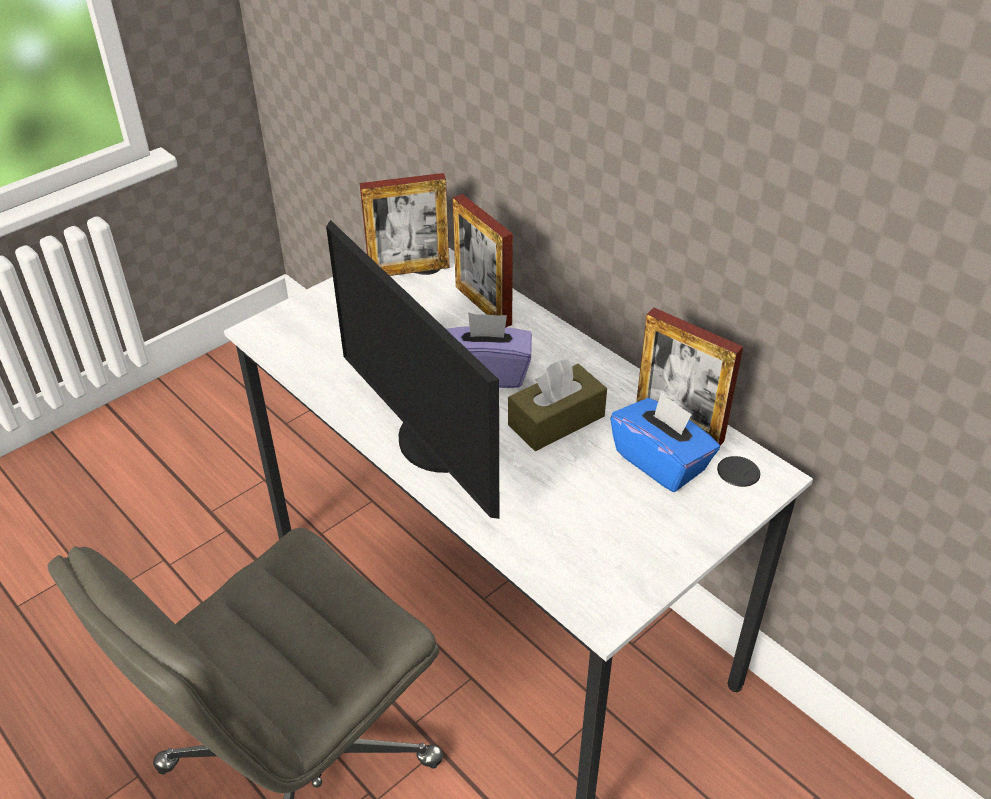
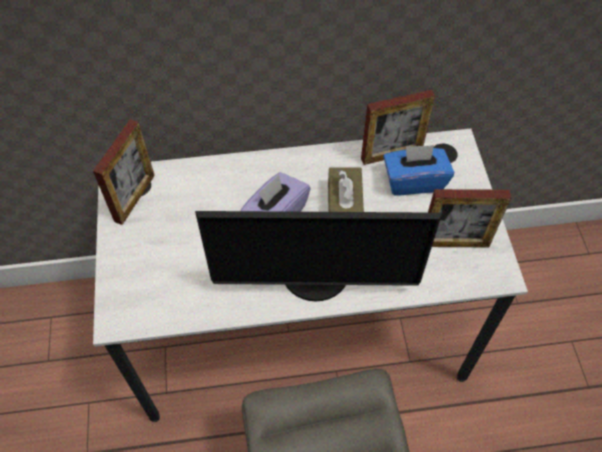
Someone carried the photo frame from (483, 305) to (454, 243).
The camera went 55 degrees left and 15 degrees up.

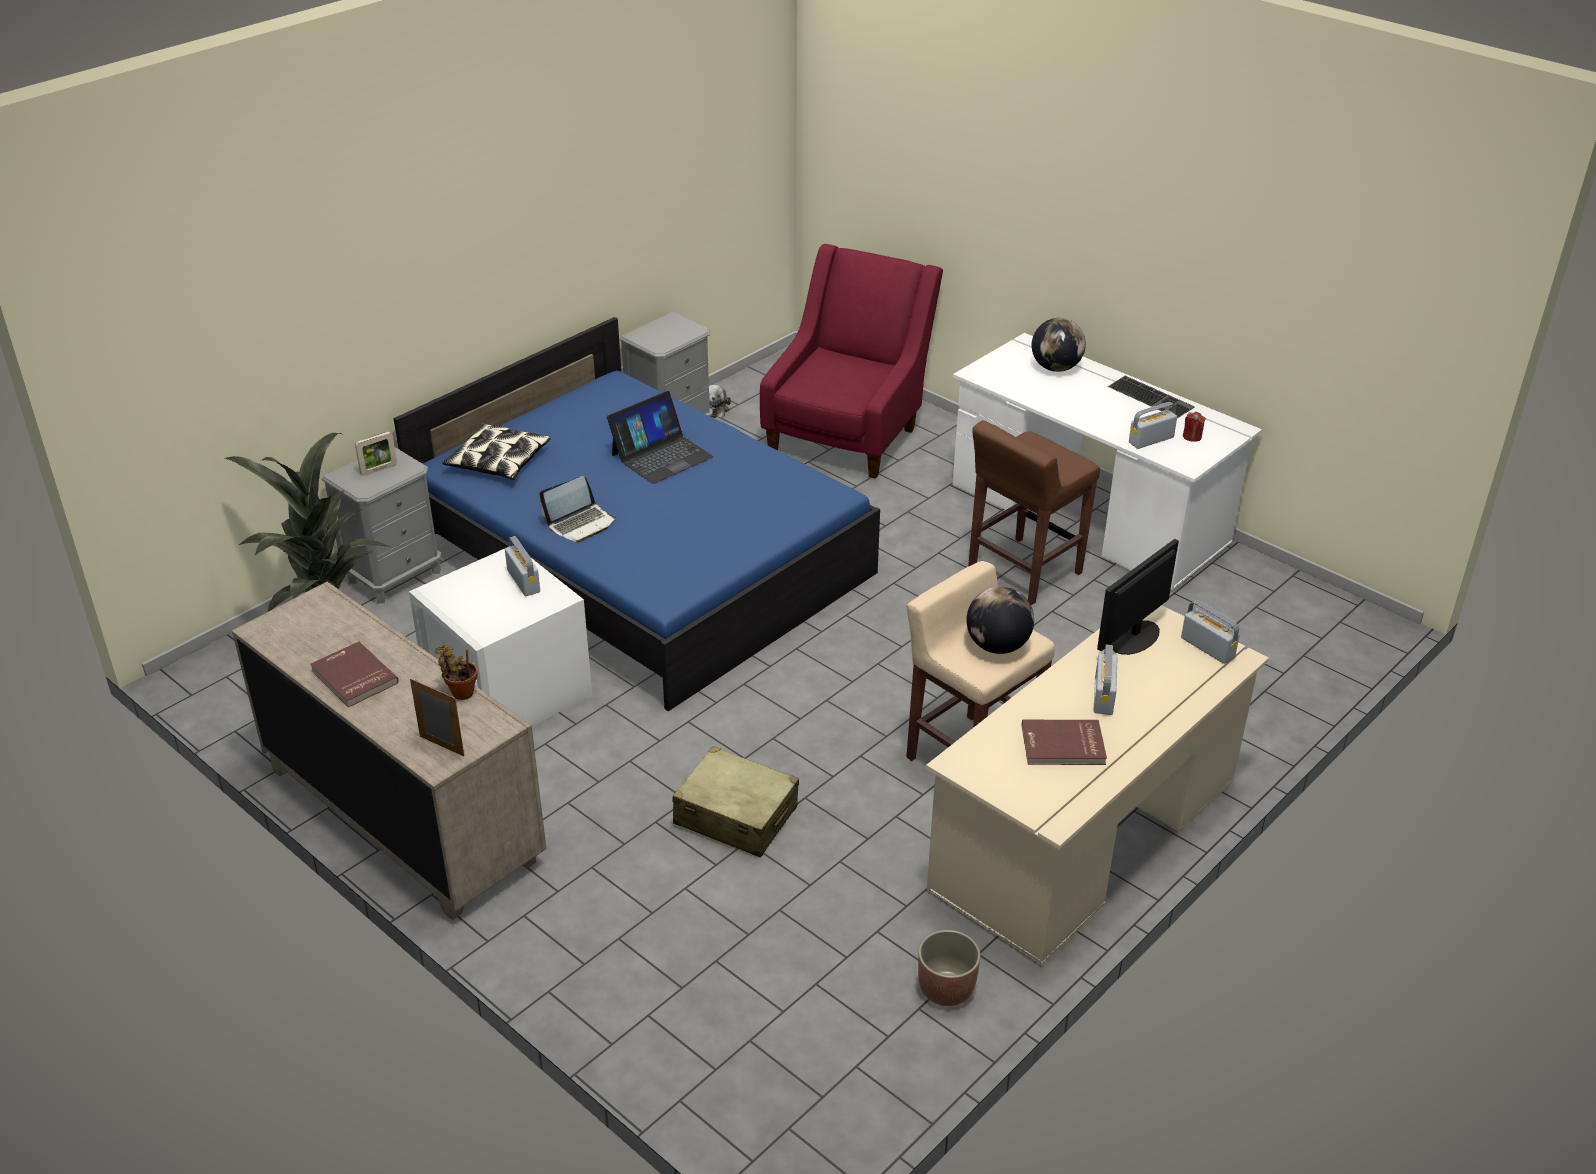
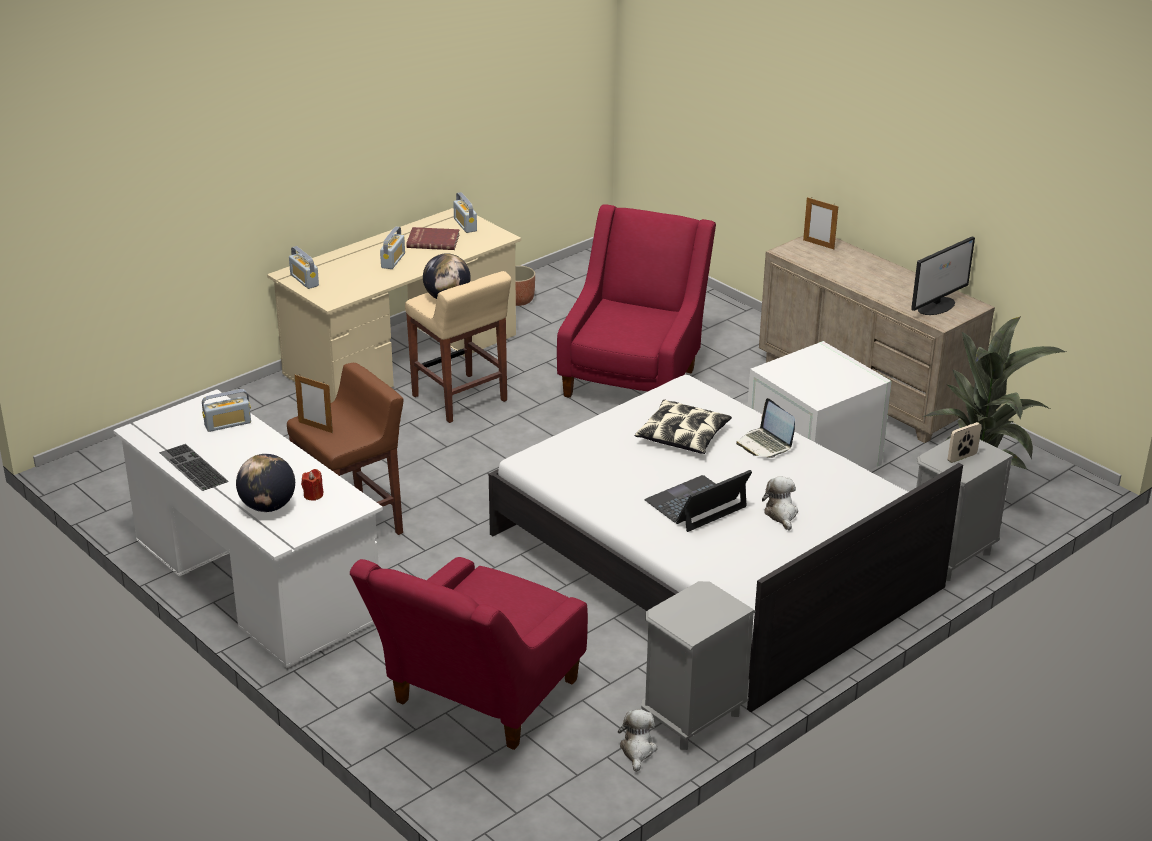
Someone took away the bound book (red) at (353, 677).
Someone repainted the bed (blue-coloured) at (642, 558), which became the bed (white-coloured) at (714, 560).
Someone took away the potted plant at (460, 692).
Someone carried the cushion from (498, 461) to (683, 436).
Someone carried the radio set from (523, 581) to (465, 225).
Someone rotated the laptop at (581, 524) by 90 degrees counterclockwise.
Someone swapped the suitcase (sand-coloured) at (735, 816) for the easy chair (red) at (634, 377).
Someone carried the computer screen from (1134, 638) to (937, 306).
Someone carried the wax candle (red) from (1192, 436) to (313, 495).
Someone put down the photo frame at (315, 427).
Someone put down the cuddly toy at (781, 514).
The camera went 175 degrees left and 5 degrees down.

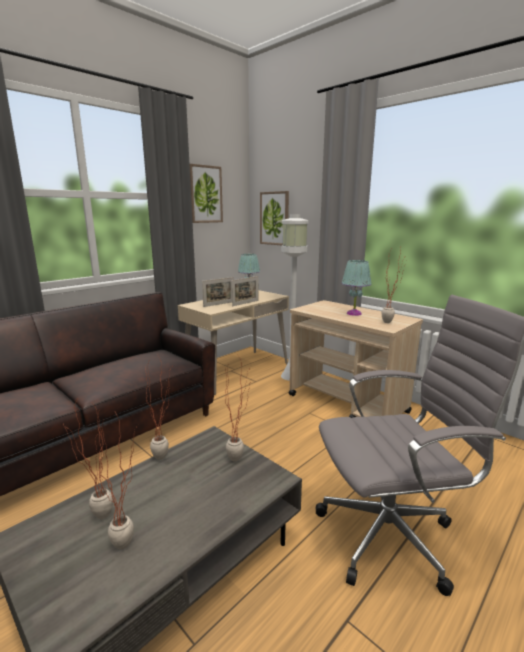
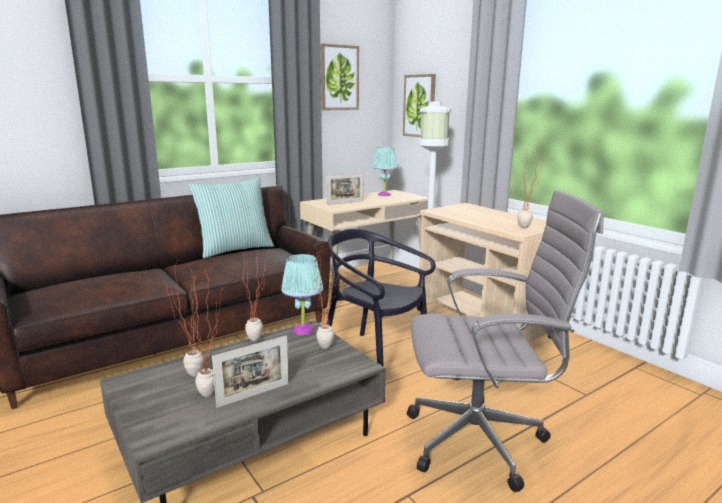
Someone carried the photo frame from (245, 303) to (254, 395).
Someone carried the table lamp (turquoise) from (354, 313) to (303, 330).
Someone put down the cushion at (235, 249).
Someone put down the upright chair (black-coloured) at (375, 358).
The camera went 10 degrees right and 0 degrees up.

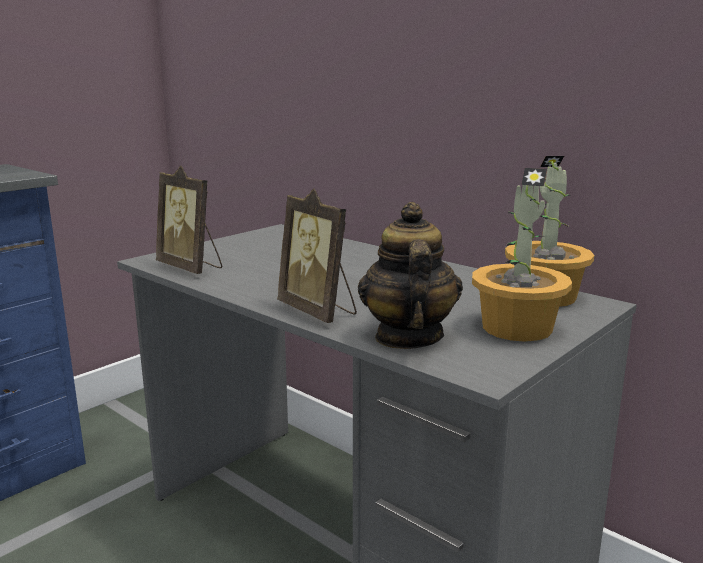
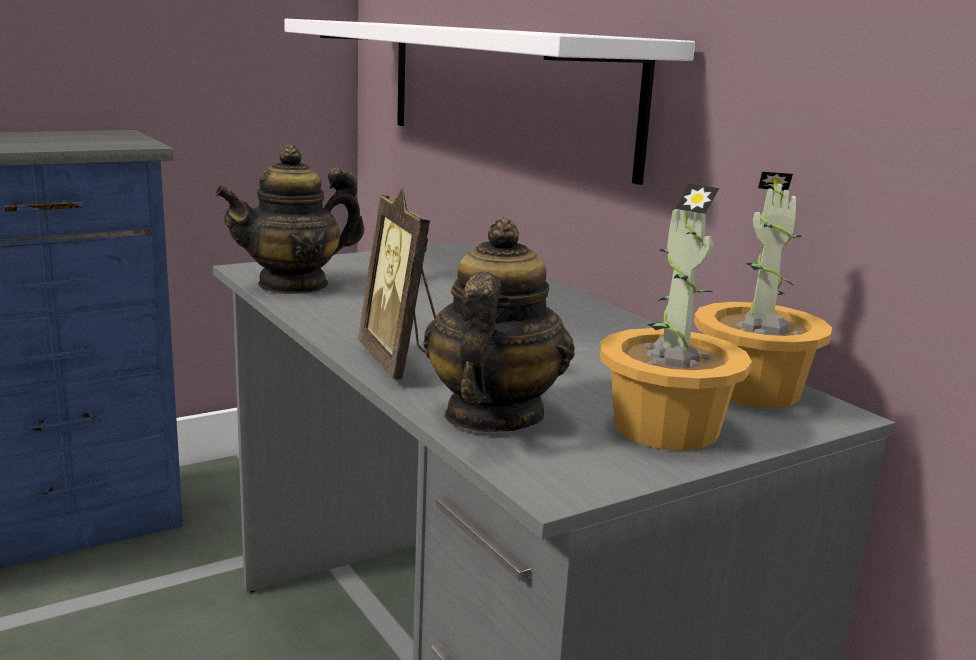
Someone swapped the photo frame at (191, 267) for the pot for tea at (294, 285).
Someone put up the bracket shelf (white-coloured) at (502, 90).
The camera went 15 degrees right and 0 degrees up.

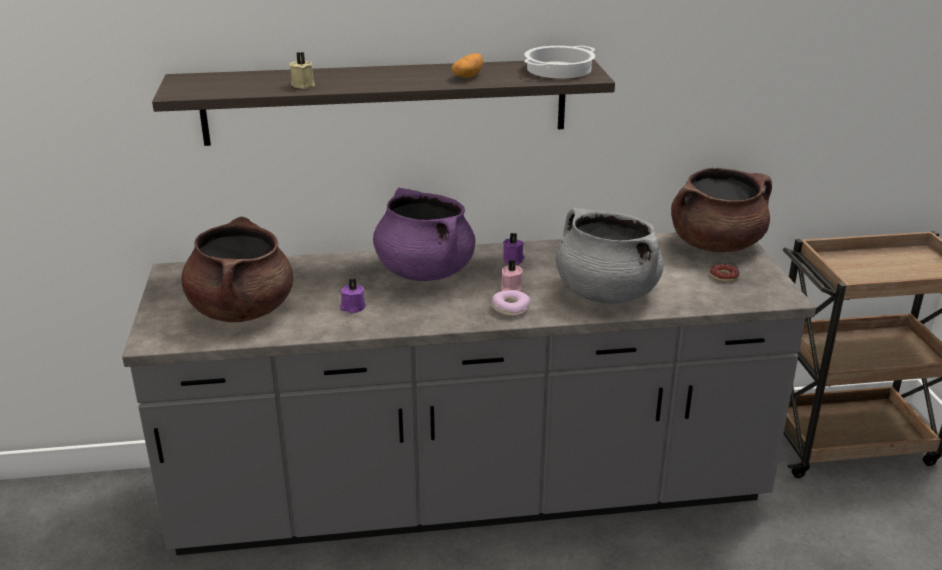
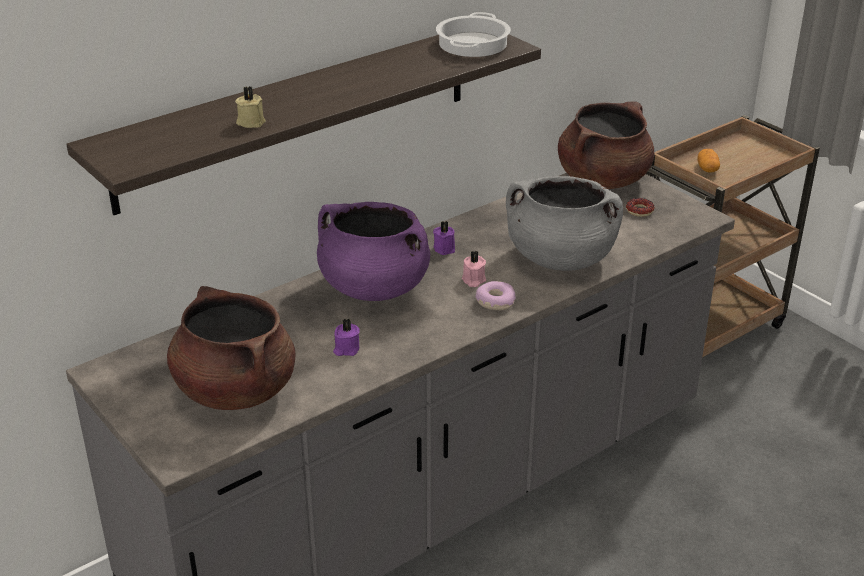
Someone carried the potato from (468, 76) to (707, 169).
The camera went 30 degrees left and 5 degrees up.

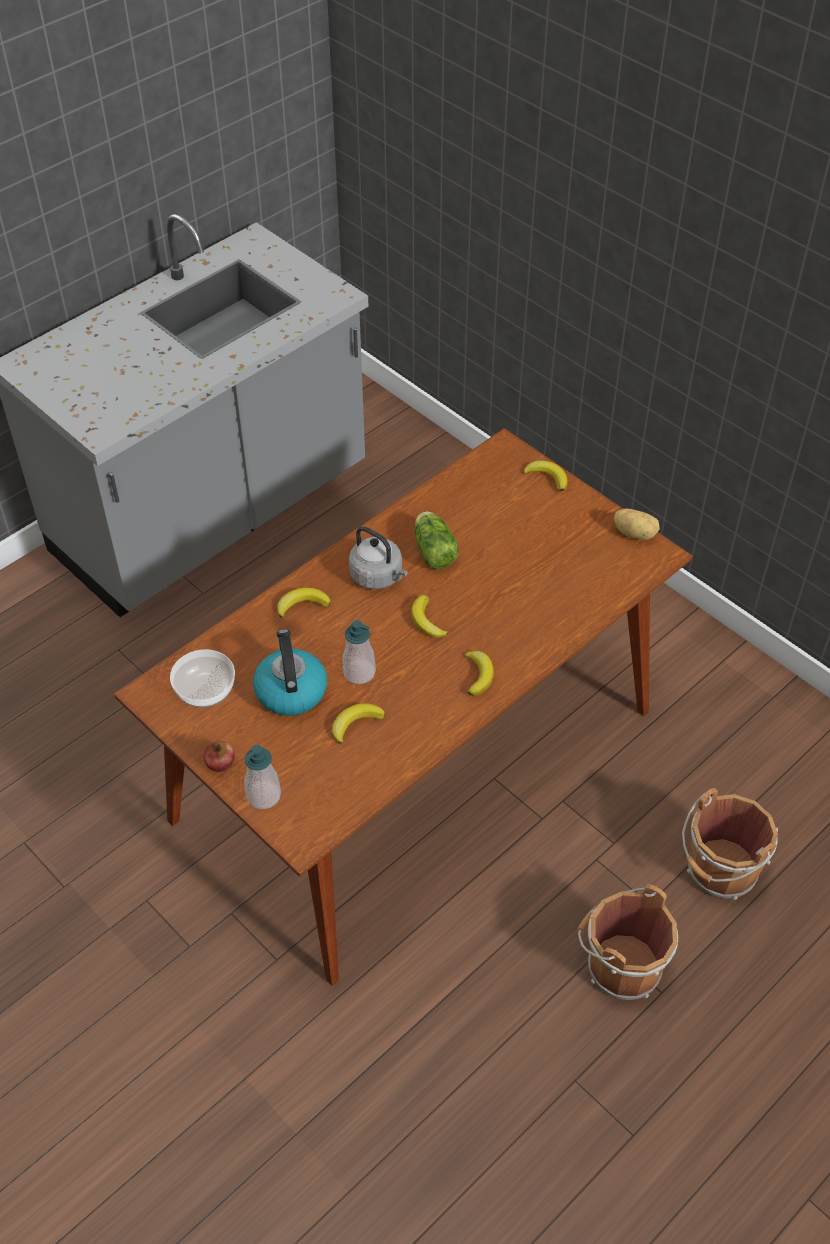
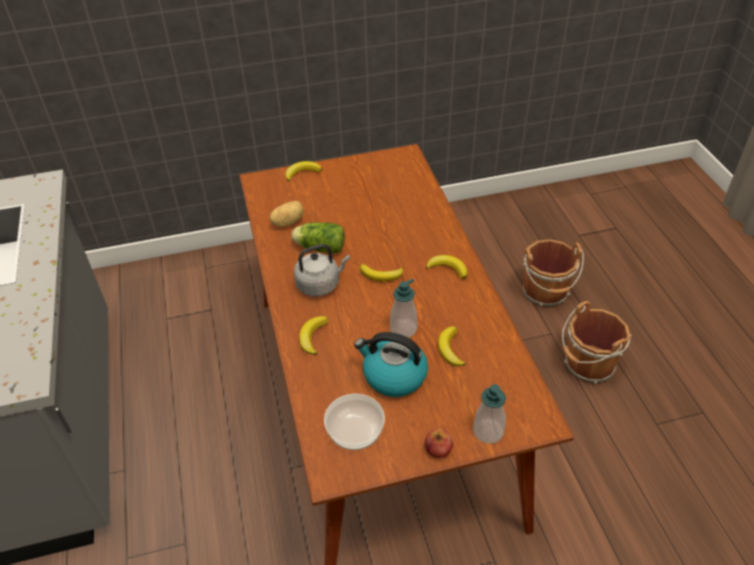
Someone carried the potato from (635, 533) to (287, 222).
The camera went 60 degrees left and 5 degrees down.

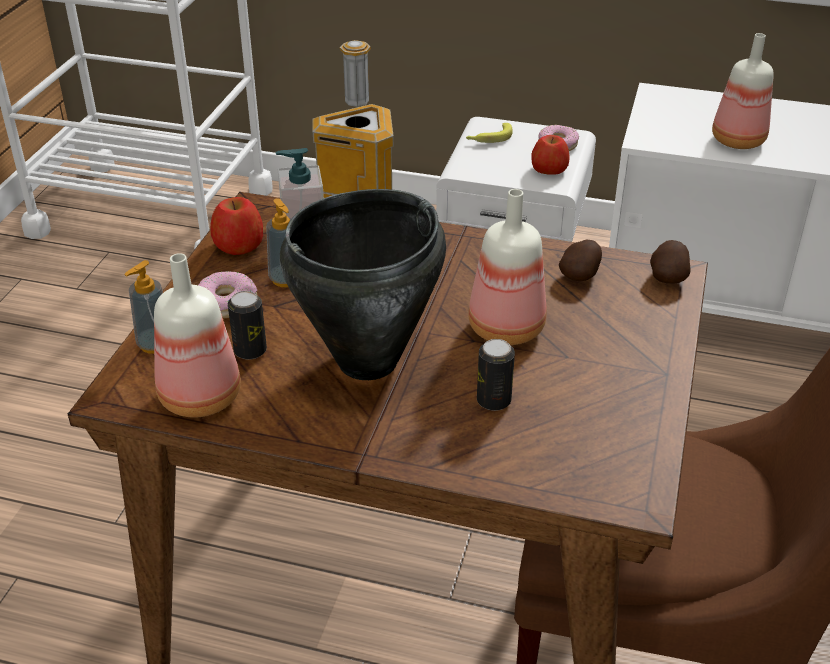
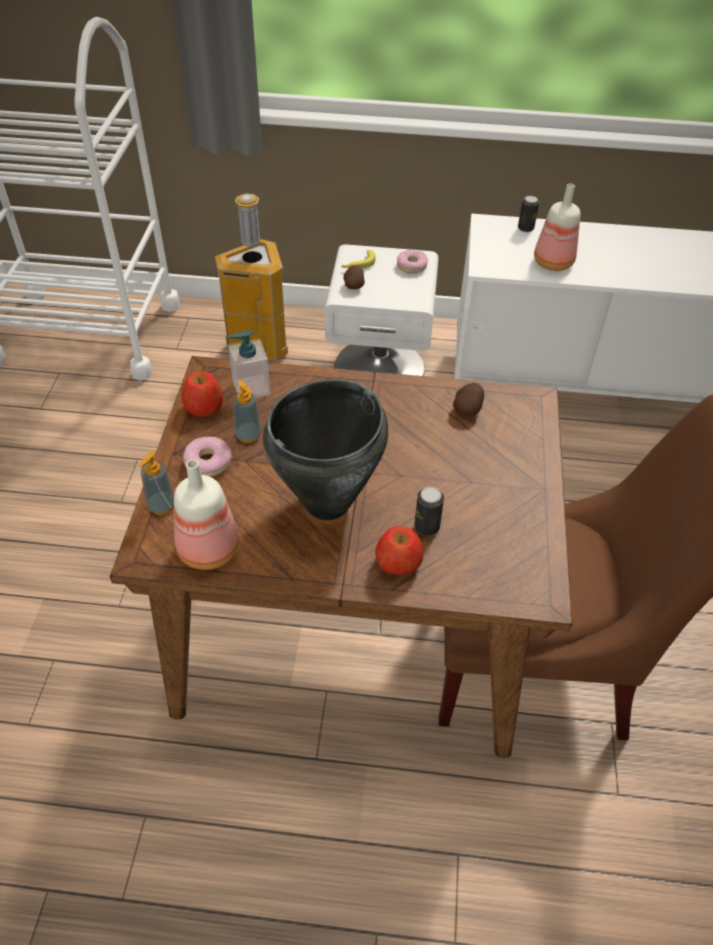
Someone carried the can from (250, 350) to (525, 228).
Someone took away the bottle at (506, 330).
Someone carried the whole apple from (549, 170) to (398, 563).
Someone carried the potato from (667, 276) to (354, 285).
The camera went 10 degrees left and 10 degrees up.

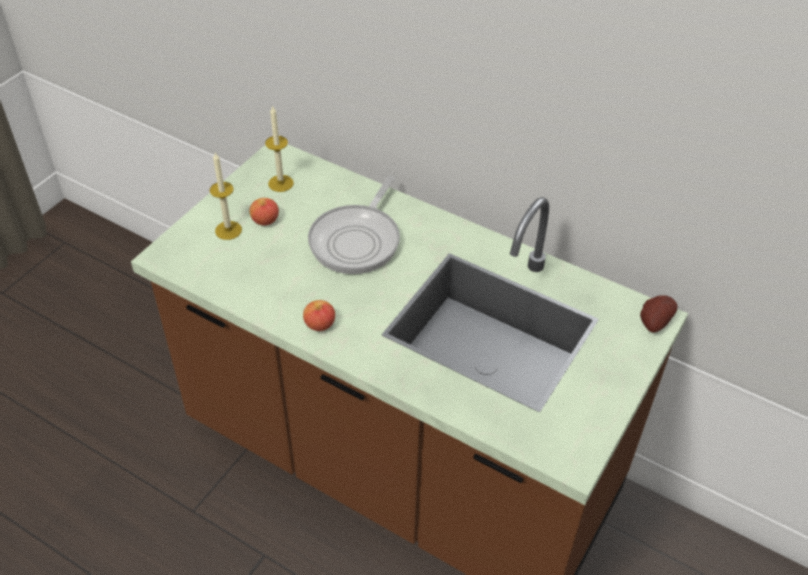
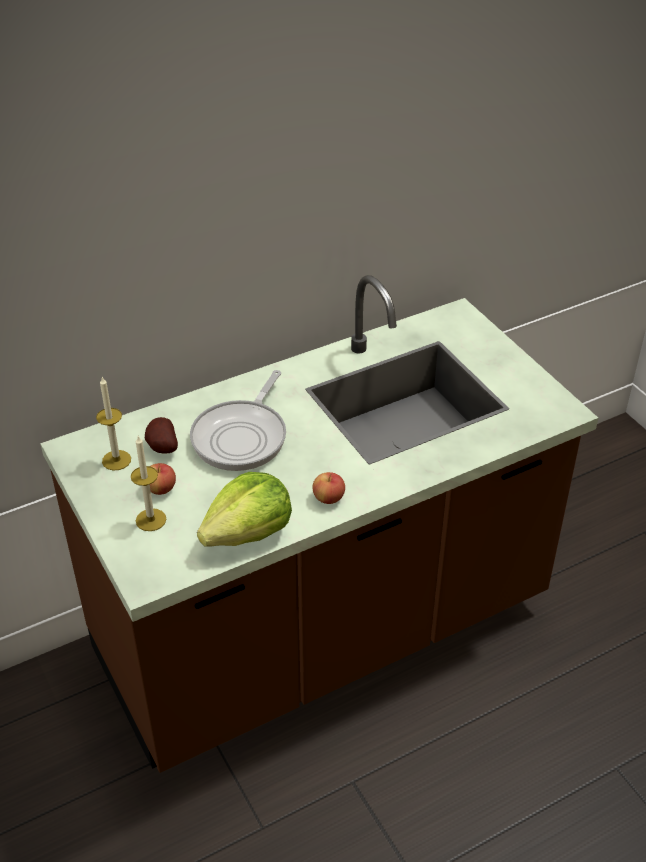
Someone rotated the skillet at (357, 240) by 60 degrees clockwise.
Someone carried the potato from (653, 322) to (161, 447).
Someone put down the lettuce head at (249, 532).
The camera went 60 degrees left and 5 degrees down.

